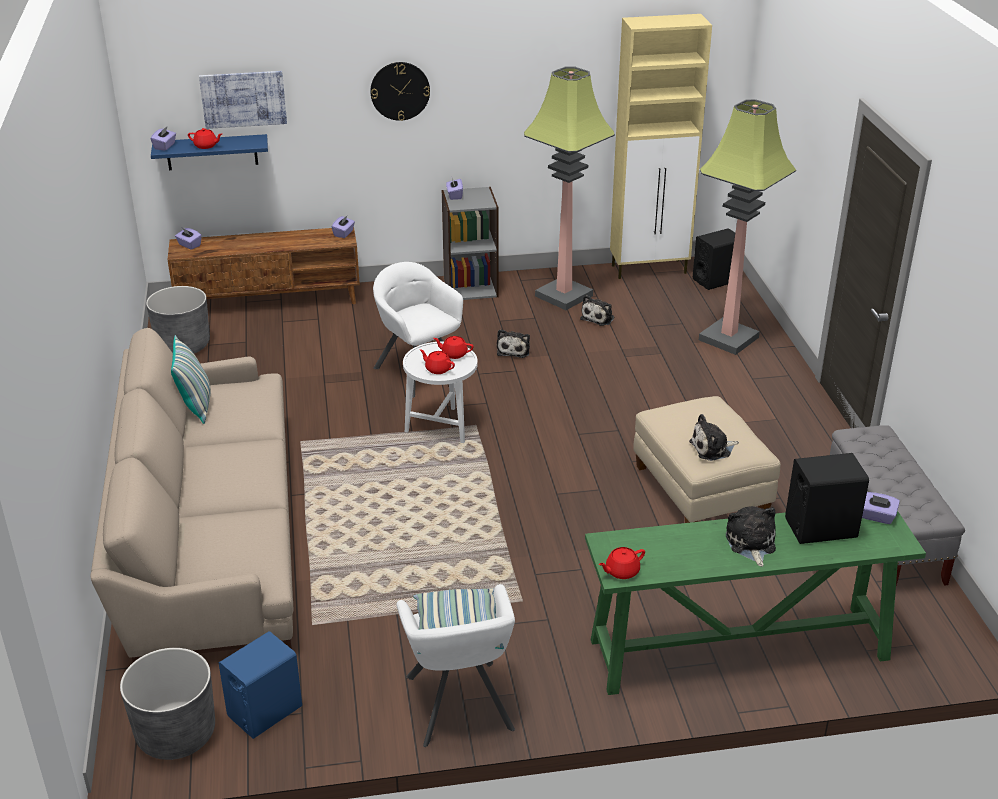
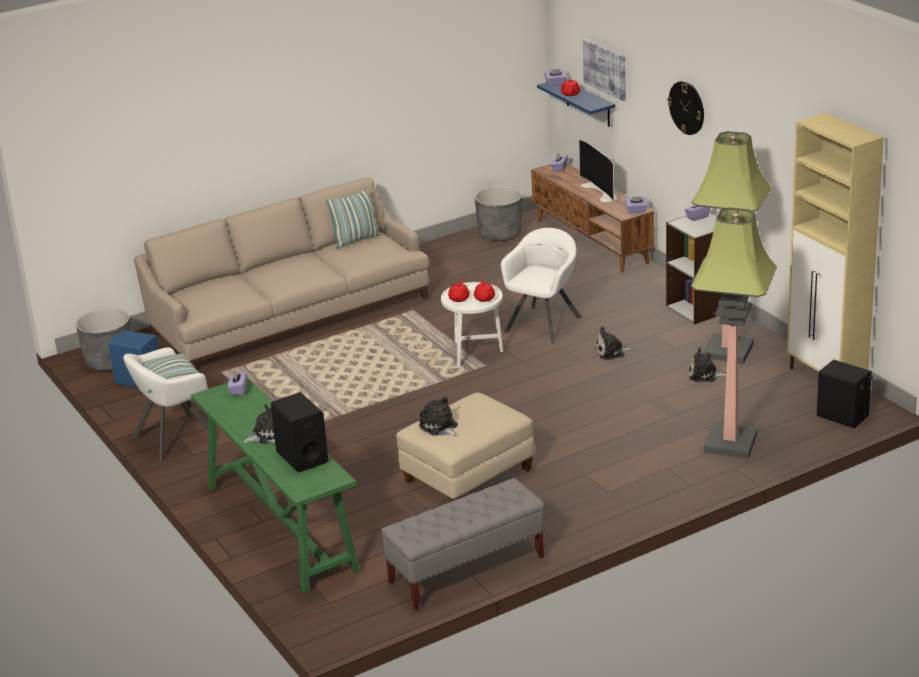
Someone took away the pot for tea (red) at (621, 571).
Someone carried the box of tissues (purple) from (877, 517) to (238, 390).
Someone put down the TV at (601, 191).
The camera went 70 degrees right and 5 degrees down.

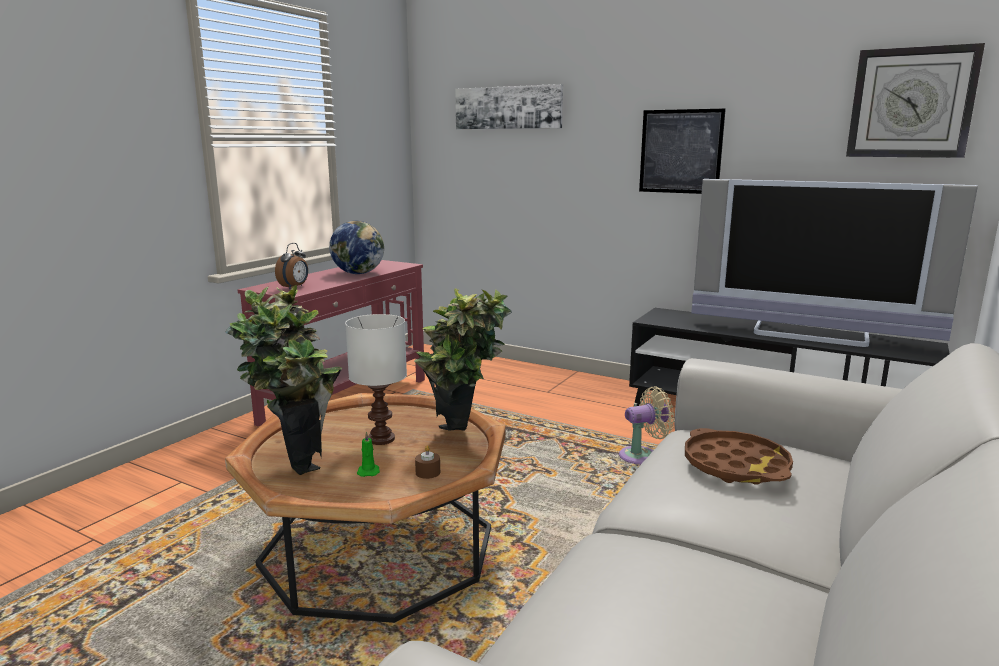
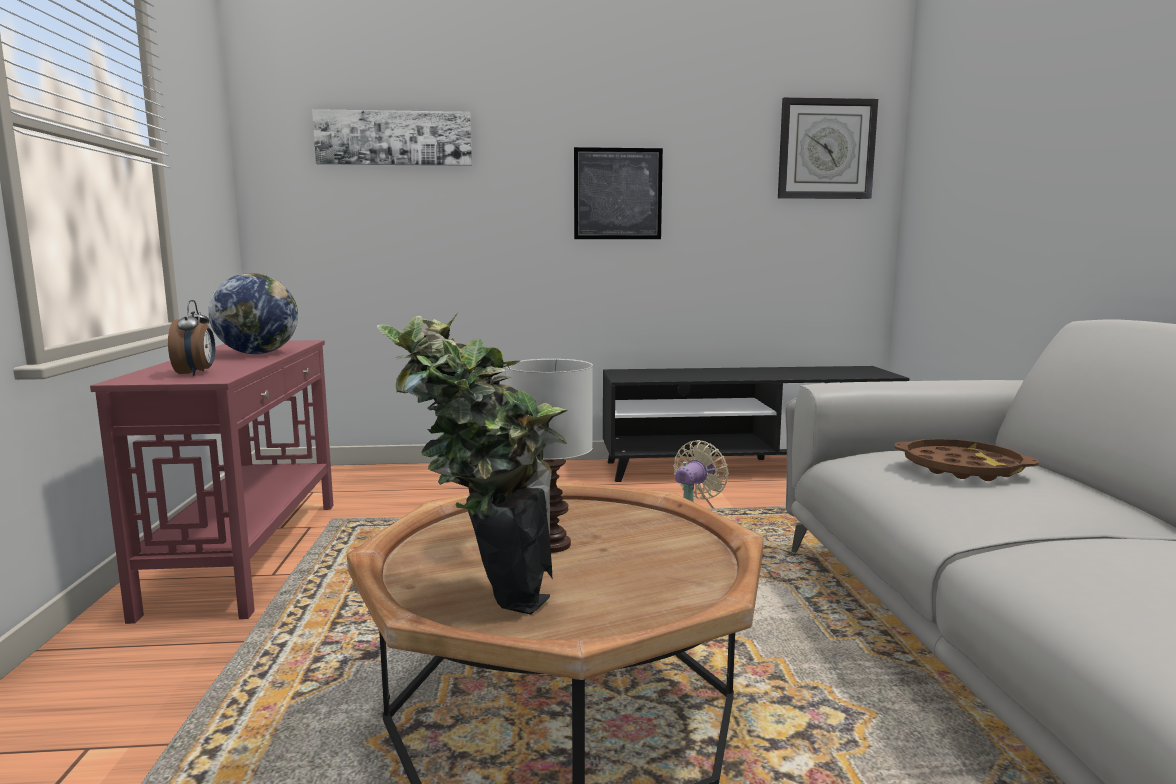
Someone took away the wax candle (greenish) at (368, 471).
Someone took away the potted plant at (465, 440).
Someone took away the wax candle (brown-coloured) at (428, 472).
Someone took away the TV at (811, 335).
The camera went 35 degrees left and 5 degrees down.

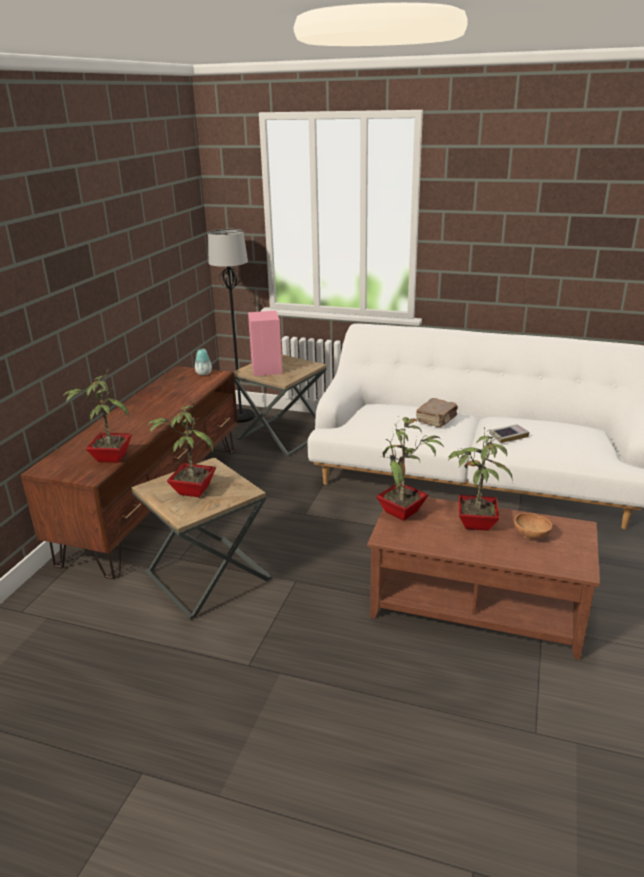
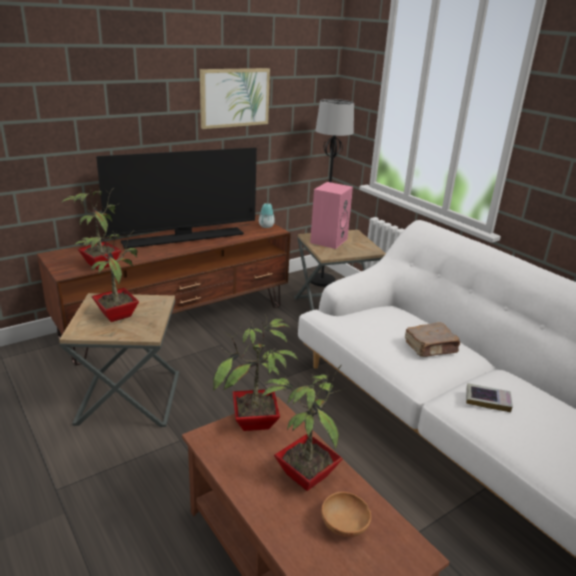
Someone put down the TV at (184, 238).
Someone put up the picture at (234, 97).
The camera went 35 degrees right and 0 degrees up.

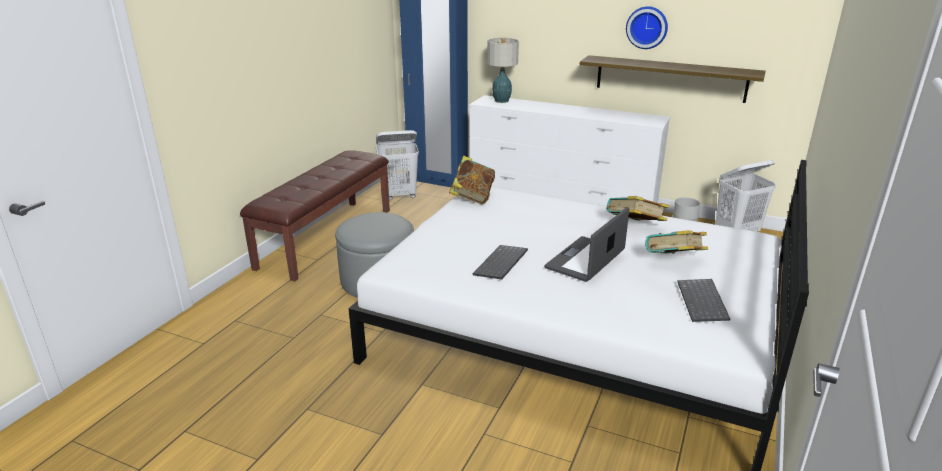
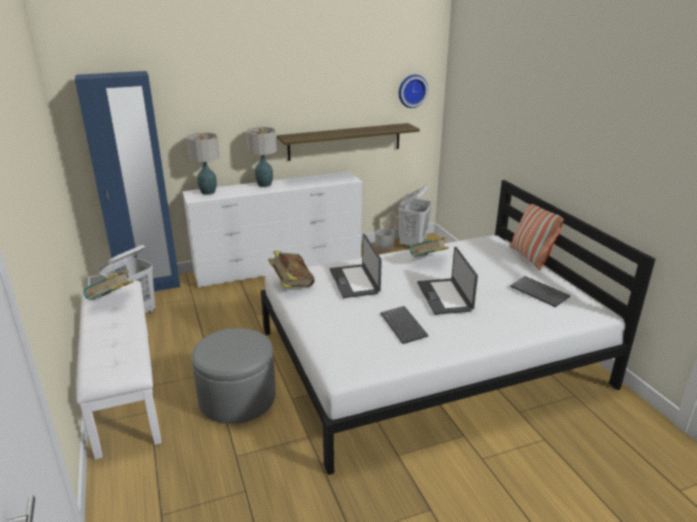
Someone repainted the bench (brown-coloured) at (326, 237), which became the bench (white-coloured) at (124, 387).
Someone carried the hanging clock from (647, 27) to (412, 90).
Someone carried the bound book from (673, 263) to (111, 301).
Someone put down the table lamp at (264, 185).
Someone put down the laptop at (355, 281).
Someone put down the cushion at (530, 257).
The camera went 45 degrees left and 0 degrees up.

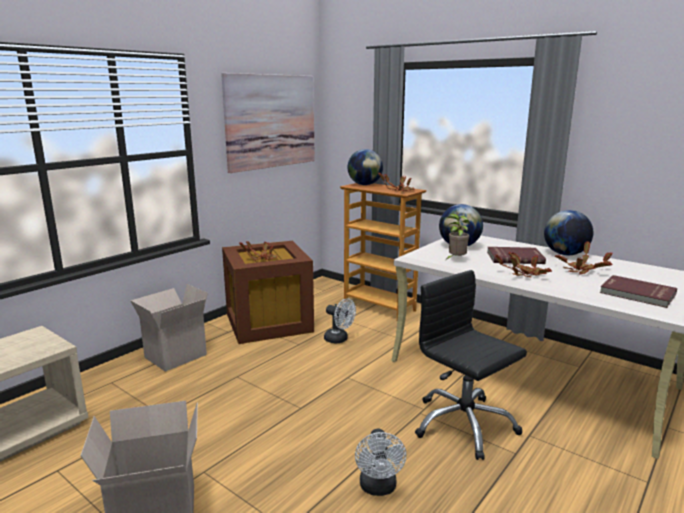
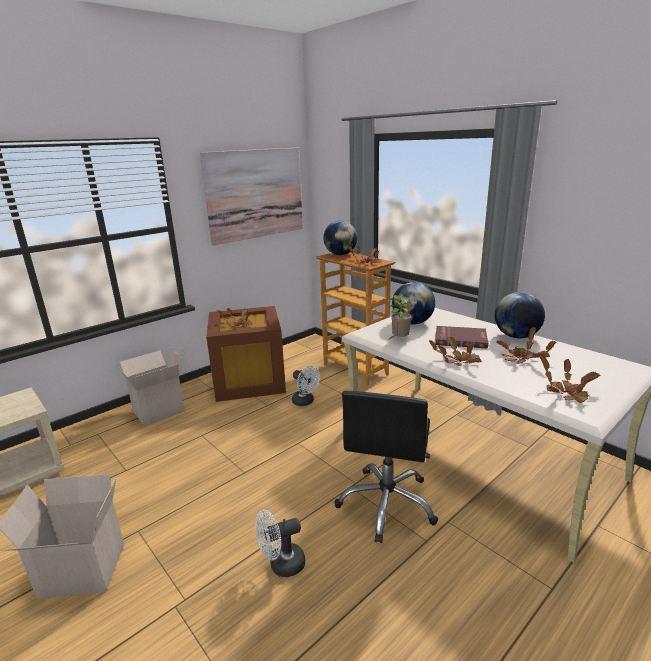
Someone rotated the fan (white-coloured) at (378, 488) by 60 degrees clockwise.
Someone rotated the desk chair (black-coloured) at (463, 424) by 135 degrees counterclockwise.
Someone swapped the bound book (red) at (637, 294) for the potted plant at (566, 392).
The camera went 10 degrees right and 5 degrees up.

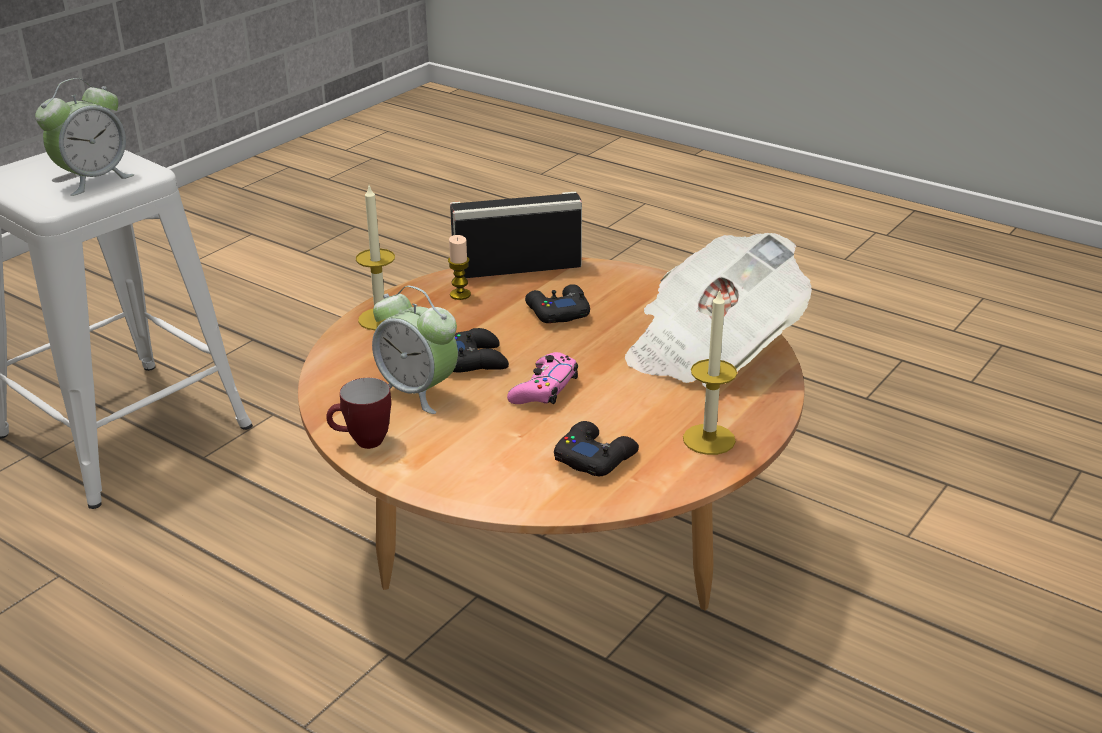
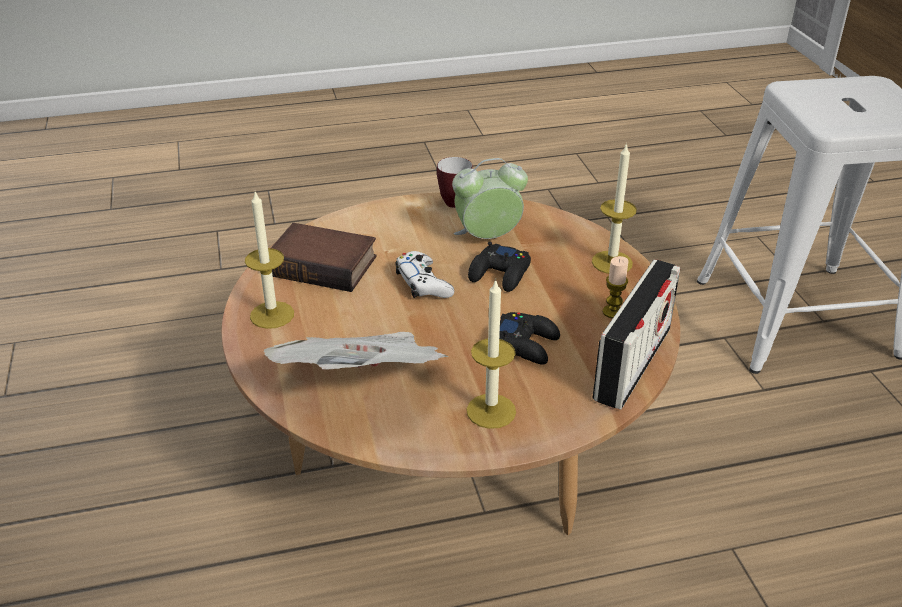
Someone took away the table clock at (93, 180).
Someone repainted the game controller (pink-coloured) at (544, 389), which became the game controller (white-coloured) at (423, 283).
Someone swapped the game controller (black-coloured) at (595, 457) for the bound book at (325, 264).
Someone put down the wax candle at (491, 411).
The camera went 130 degrees right and 5 degrees up.

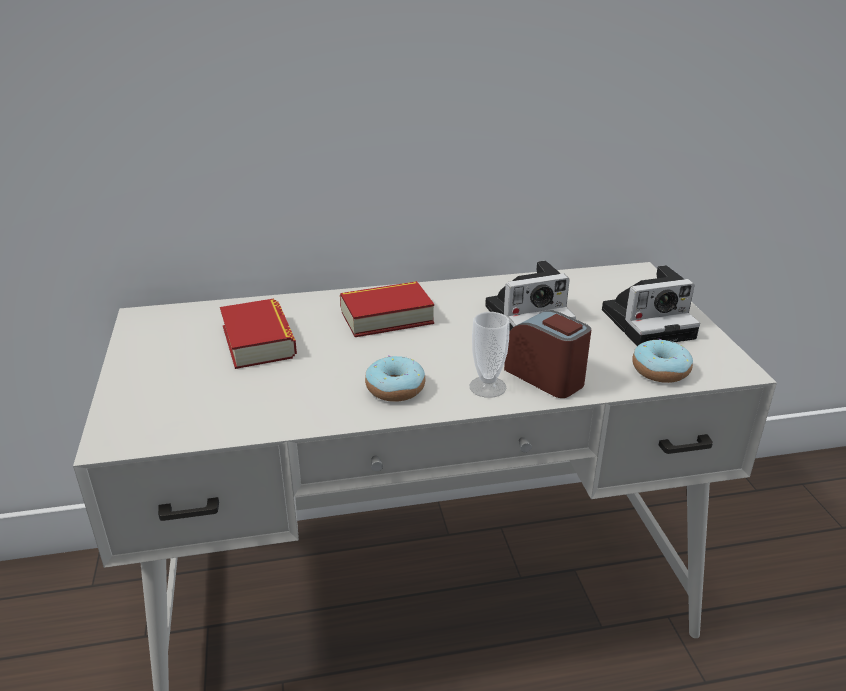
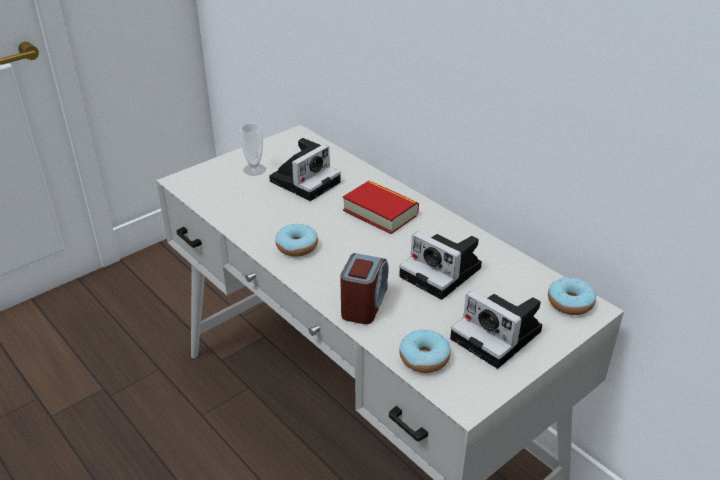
Someone swapped the bound book at (258, 341) for the still camera at (306, 180).
Someone carried the cup from (487, 387) to (254, 169).
Someone put down the ring doughnut at (570, 303).
The camera went 60 degrees right and 5 degrees up.

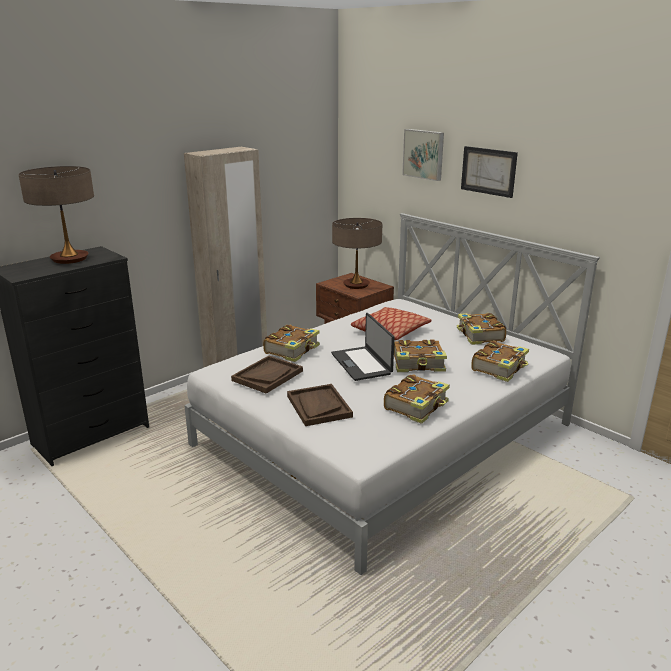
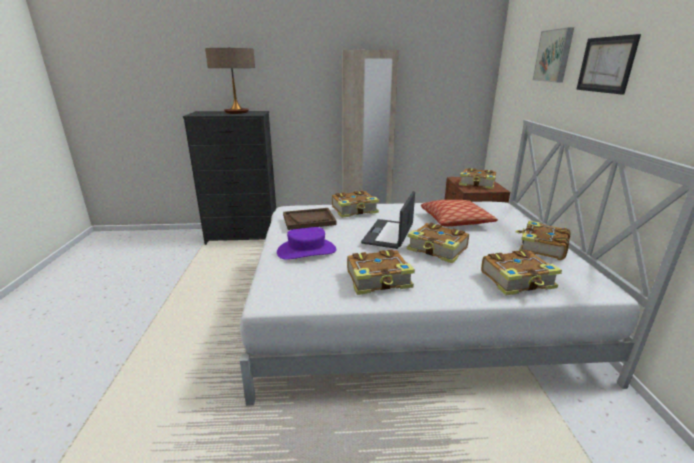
Someone swapped the tray (brown-coloured) at (318, 406) for the hat (purple) at (307, 251).
Someone swapped the table lamp at (356, 285) for the bound book at (477, 184).
The camera went 40 degrees right and 0 degrees up.

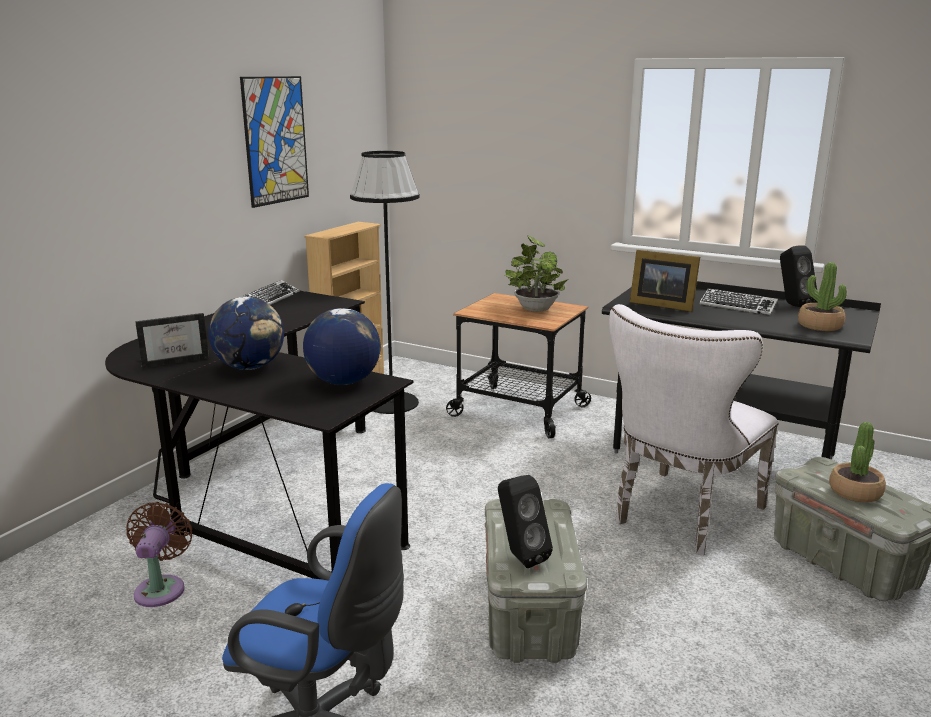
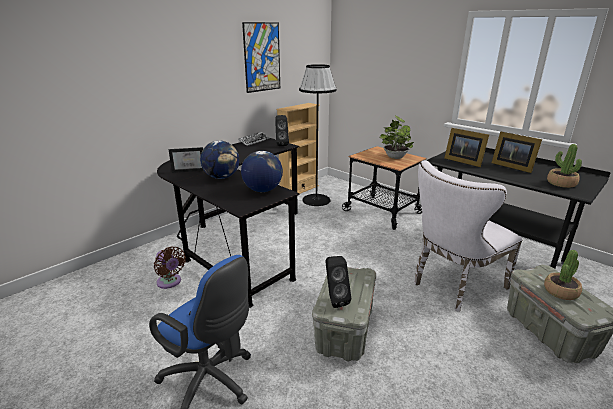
Someone rotated the fan (brown-coloured) at (161, 588) by 120 degrees clockwise.
Someone swapped the computer keyboard at (737, 306) for the photo frame at (511, 166).
Someone carried the speaker (black-coloured) from (792, 305) to (281, 145).
The camera went 15 degrees right and 5 degrees up.

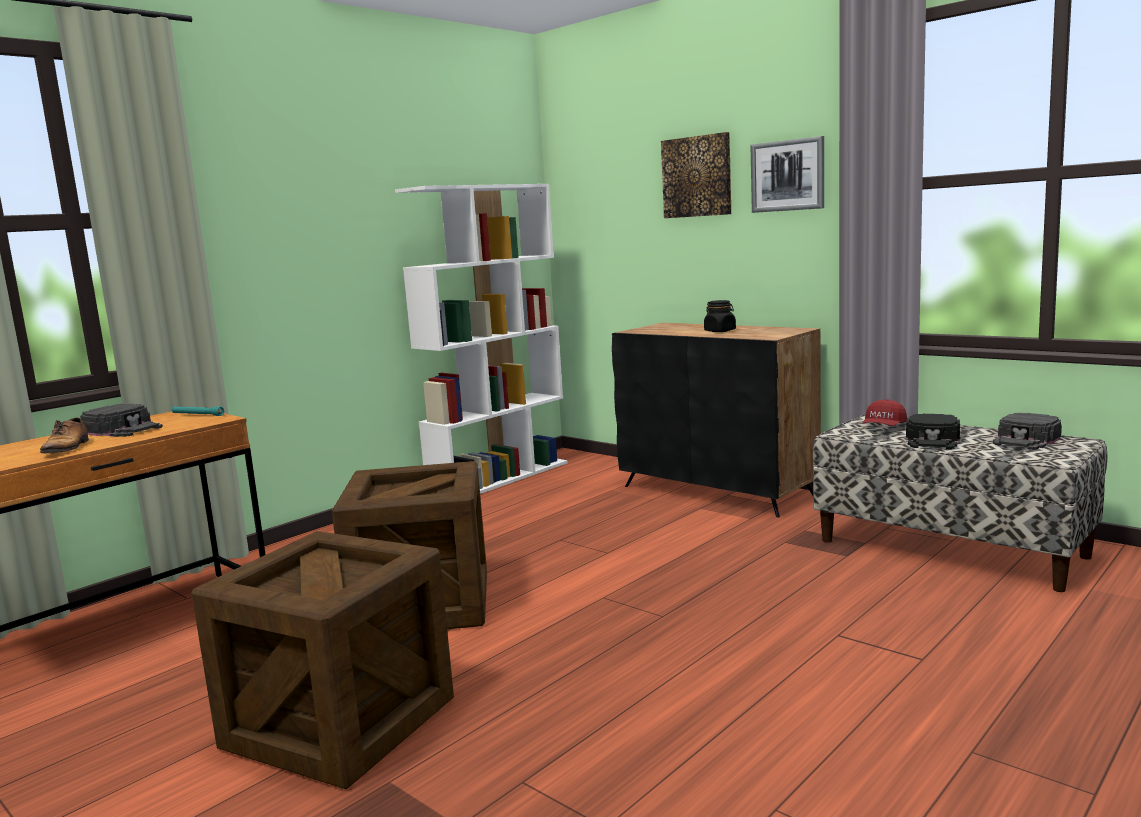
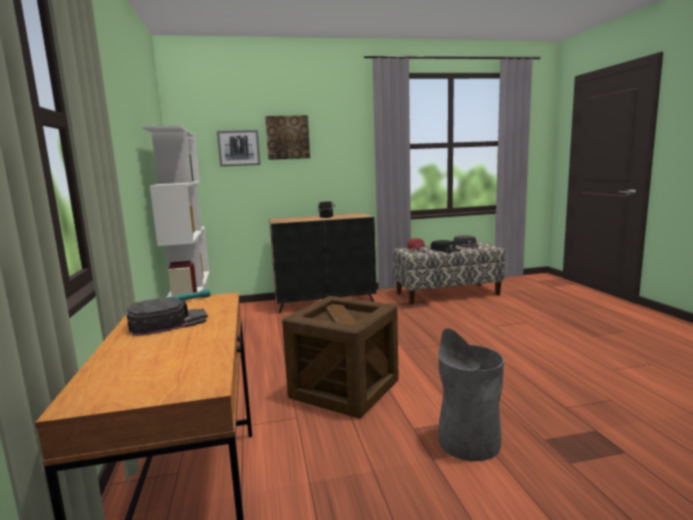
Someone took away the low shoe at (67, 448).
Someone swapped the crate at (340, 723) for the waste bin (gray) at (468, 442).
Someone carried the picture from (788, 175) to (239, 148).
The camera went 55 degrees left and 0 degrees up.

